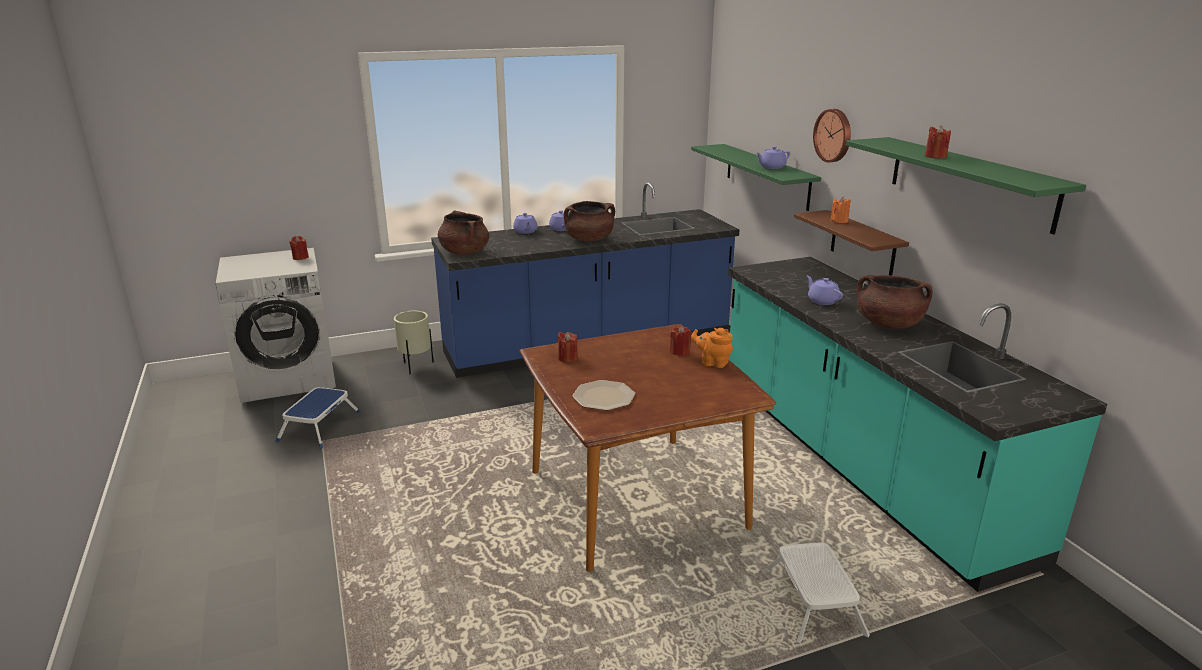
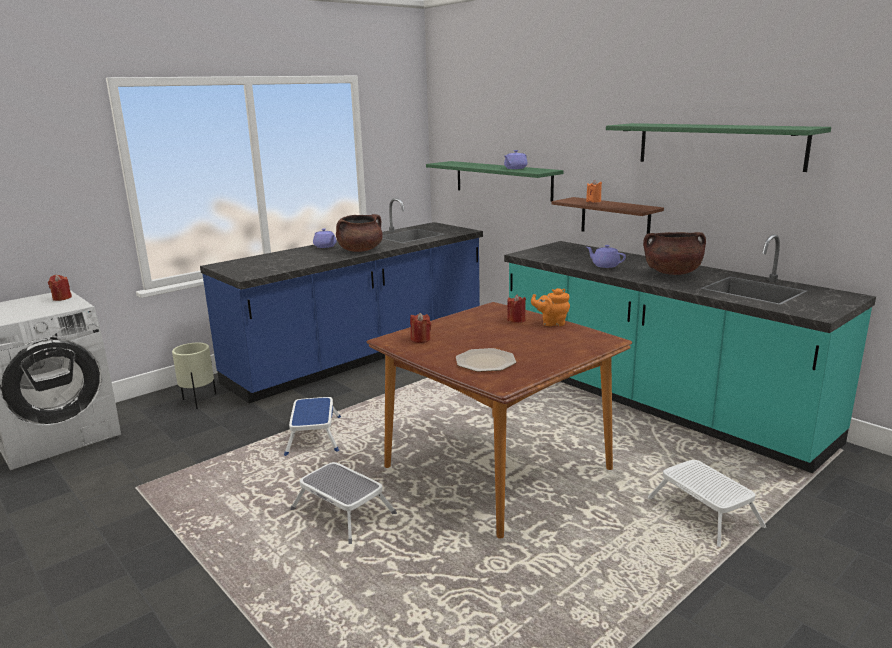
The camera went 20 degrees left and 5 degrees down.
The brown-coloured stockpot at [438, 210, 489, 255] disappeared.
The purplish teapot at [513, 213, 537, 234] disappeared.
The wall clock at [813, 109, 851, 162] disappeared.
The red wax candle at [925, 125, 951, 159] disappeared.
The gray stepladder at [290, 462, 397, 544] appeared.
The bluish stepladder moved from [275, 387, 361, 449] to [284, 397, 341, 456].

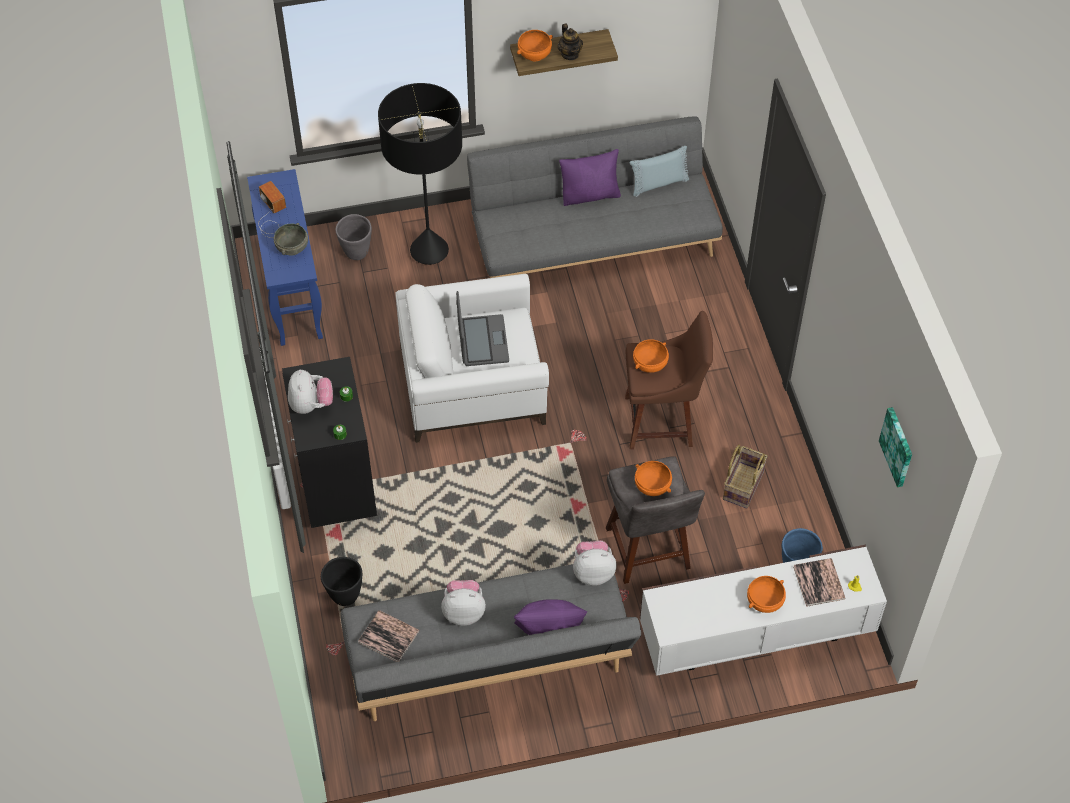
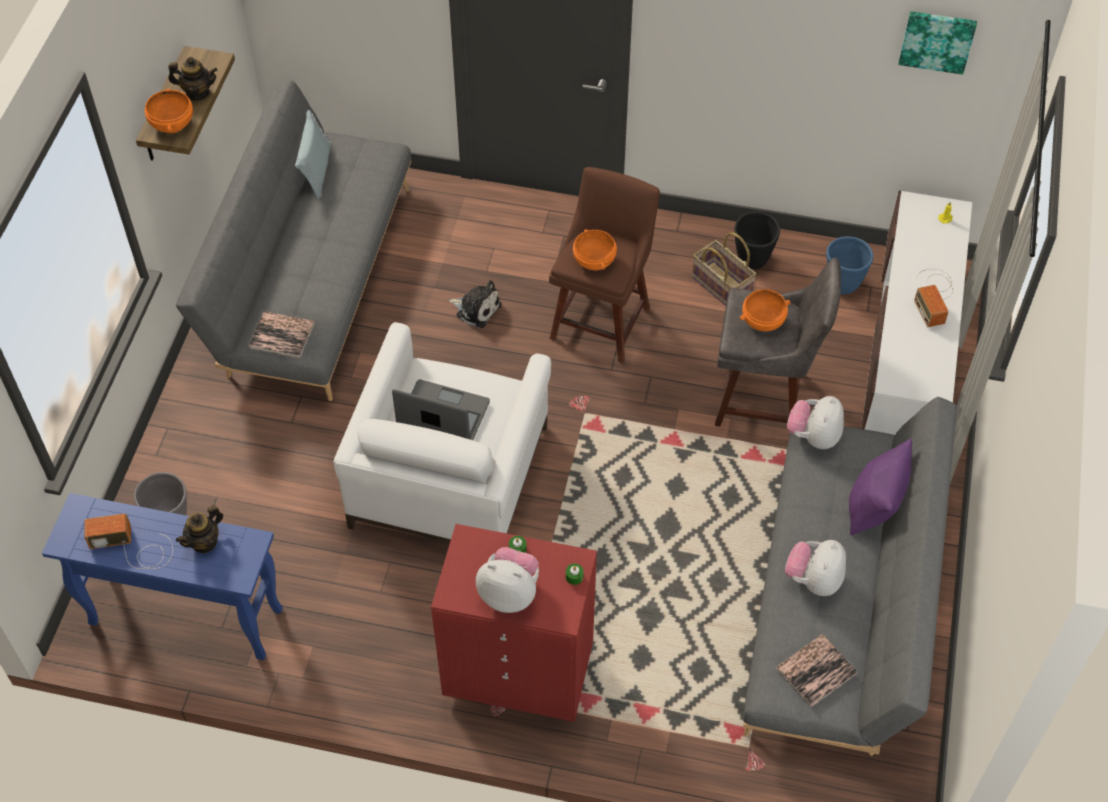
The camera went 65 degrees left and 0 degrees up.
The black floor lamp at [378, 83, 462, 265] disappeared.
The purplish cushion at [559, 149, 621, 206] disappeared.
The soft toy at [448, 280, 501, 328] appeared.
The black planter moved from [321, 557, 362, 606] to [734, 211, 780, 269].
The book moved from [793, 558, 846, 607] to [249, 311, 315, 358].
The gray bowl at [274, 223, 308, 255] was replaced by the teapot at [176, 505, 223, 554].
The orange bowl at [747, 576, 786, 613] was replaced by the radio set at [914, 269, 953, 327].
The black cupboard at [282, 357, 377, 528] became the red cupboard at [431, 524, 597, 722].

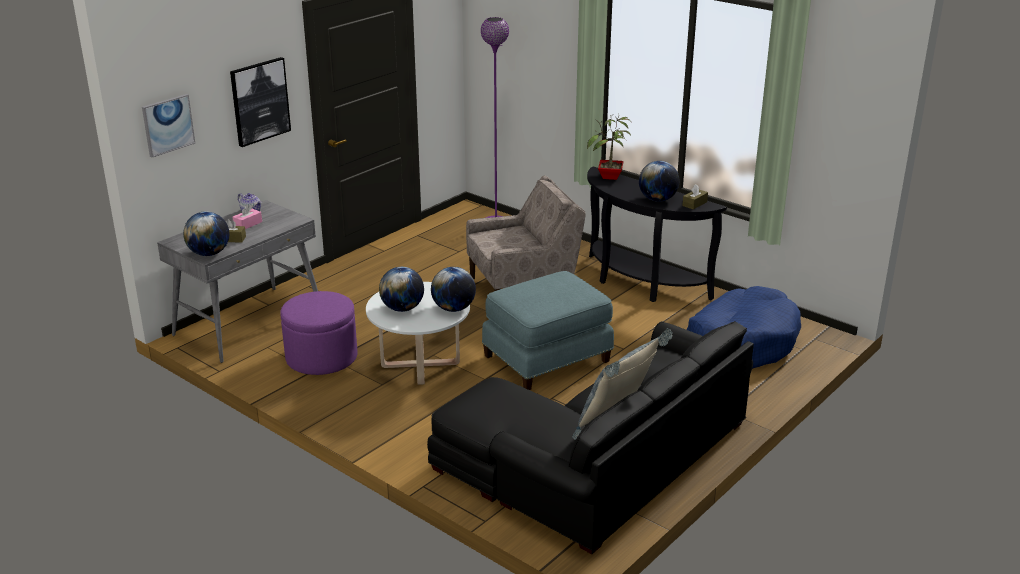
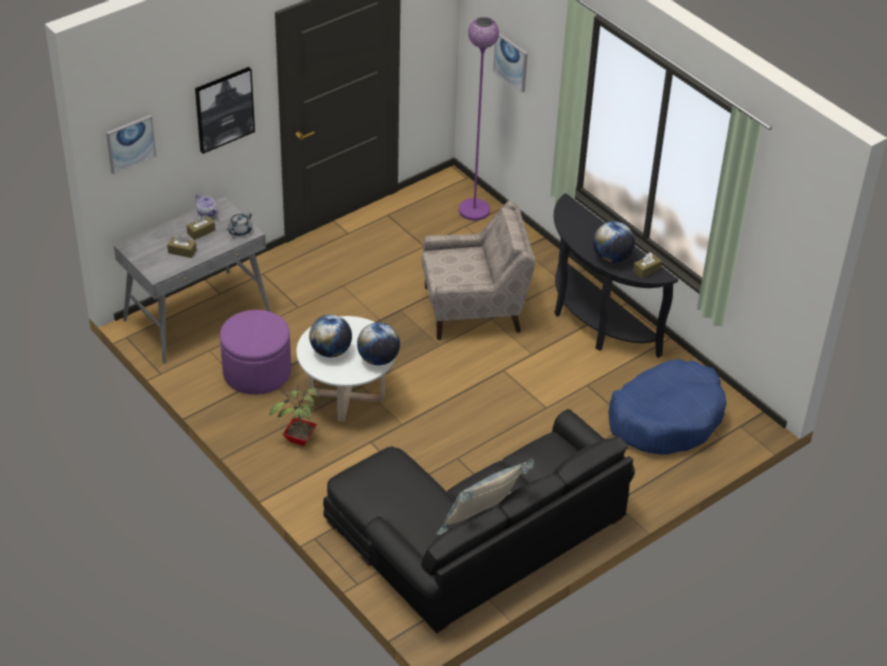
The camera went 10 degrees right and 15 degrees up.
The world globe at [183, 211, 229, 256] disappeared.
The bluish ottoman at [482, 271, 614, 390] disappeared.
The gray teapot at [227, 212, 252, 236] appeared.
The wall art at [493, 33, 528, 93] appeared.
The houseplant moved from [587, 115, 631, 180] to [269, 384, 319, 446].
The pinkish box of tissues at [232, 204, 262, 229] became the brown-coloured box of tissues at [187, 215, 215, 240].

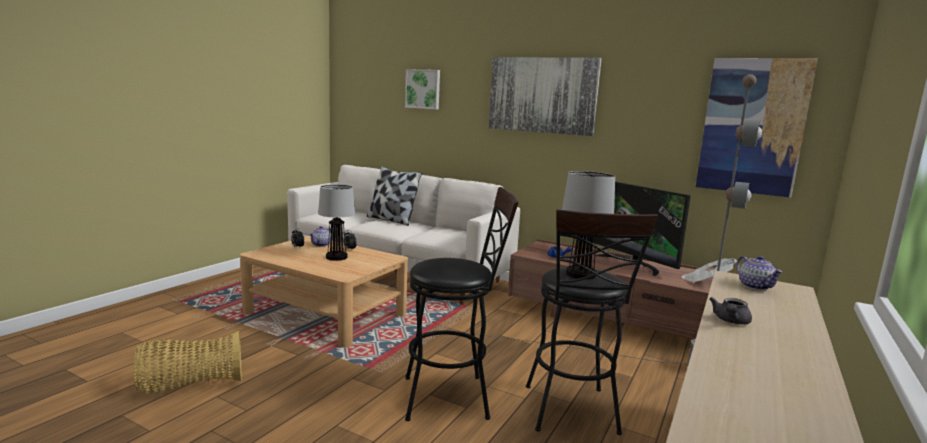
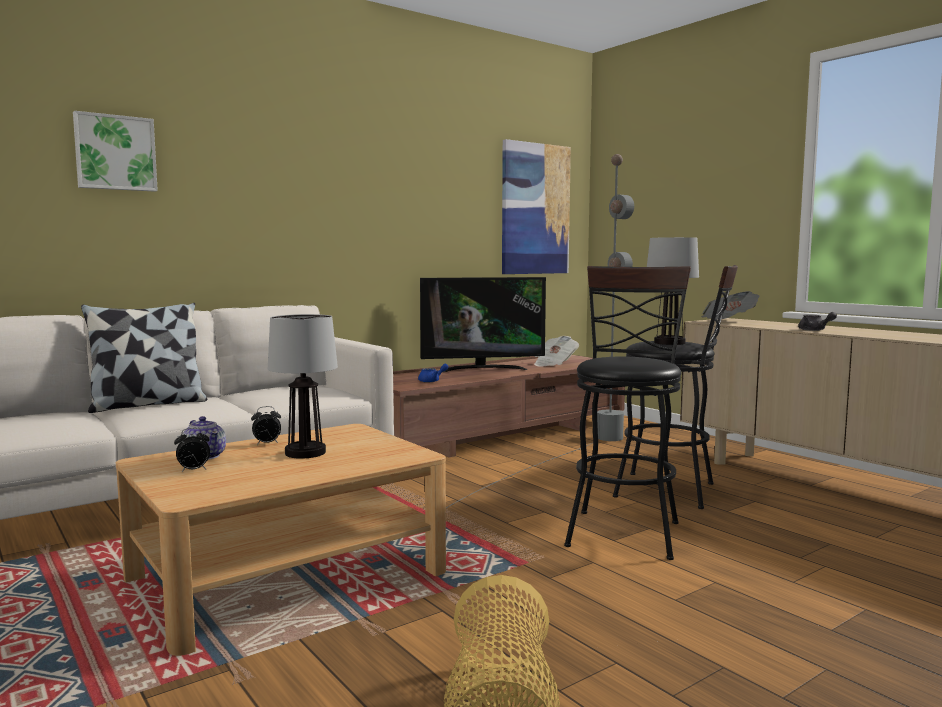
The camera went 65 degrees left and 5 degrees down.
The wall art at [489, 57, 602, 136] disappeared.
The teapot at [736, 255, 783, 290] was replaced by the printed paper at [701, 291, 760, 320].

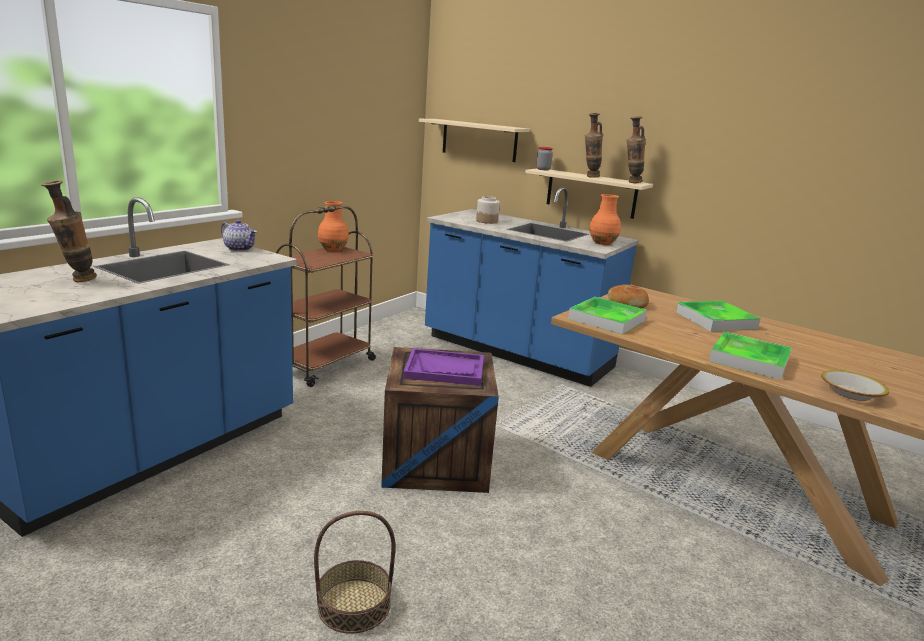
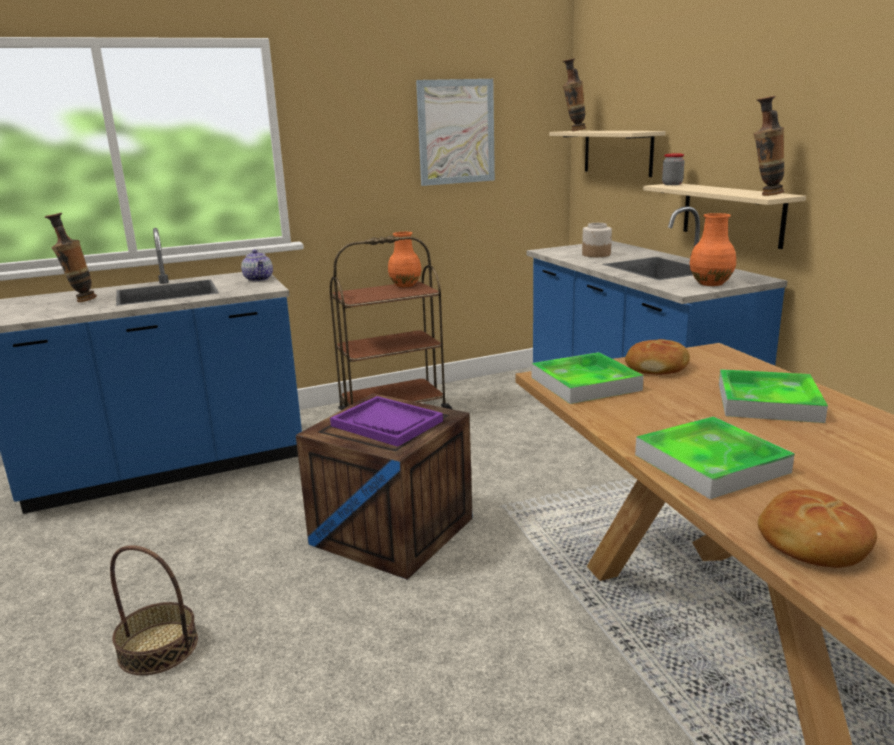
The camera went 35 degrees right and 0 degrees up.
The wall art at [416, 79, 495, 186] appeared.
The decorative vase moved from [585, 113, 603, 178] to [563, 58, 586, 131].
The bowl at [821, 370, 889, 401] was replaced by the bakery bread at [758, 490, 877, 568].

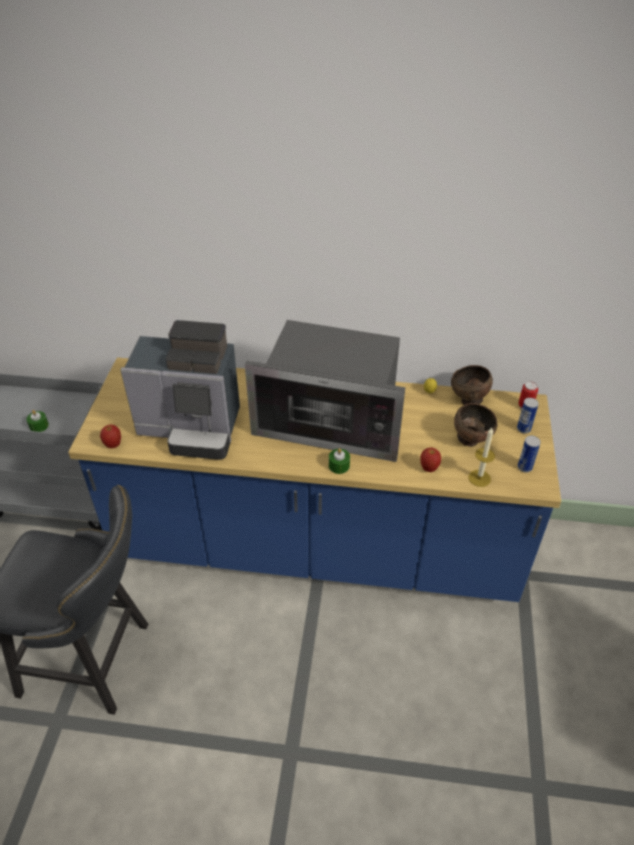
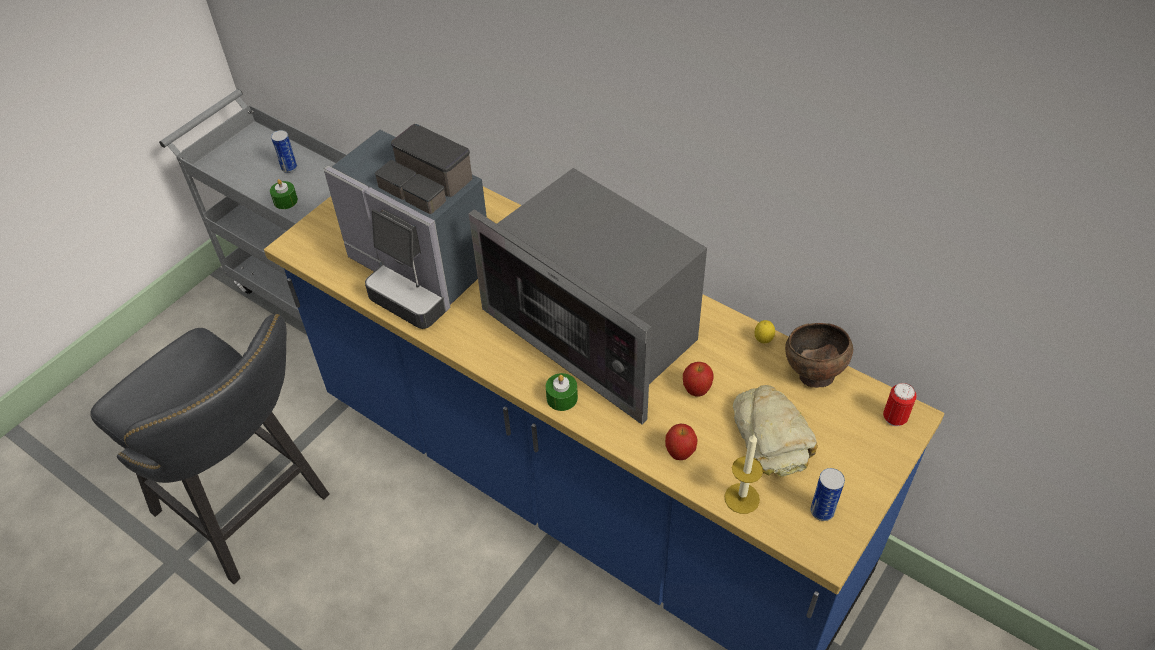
The camera went 30 degrees right and 5 degrees up.
The whole apple moved from [100, 425, 121, 448] to [683, 362, 713, 396].
The sealed can moved from [517, 398, 539, 434] to [271, 130, 297, 173].
The brown-coloured bowl at [454, 403, 497, 447] was replaced by the bakery bread at [733, 385, 818, 477].

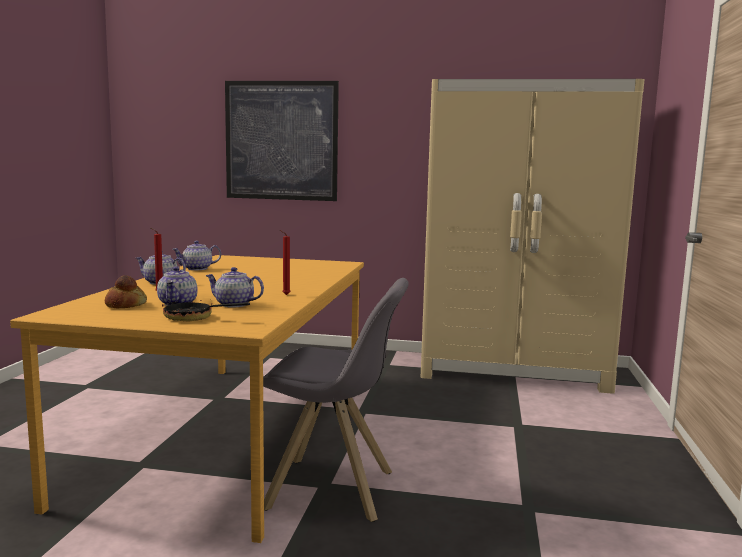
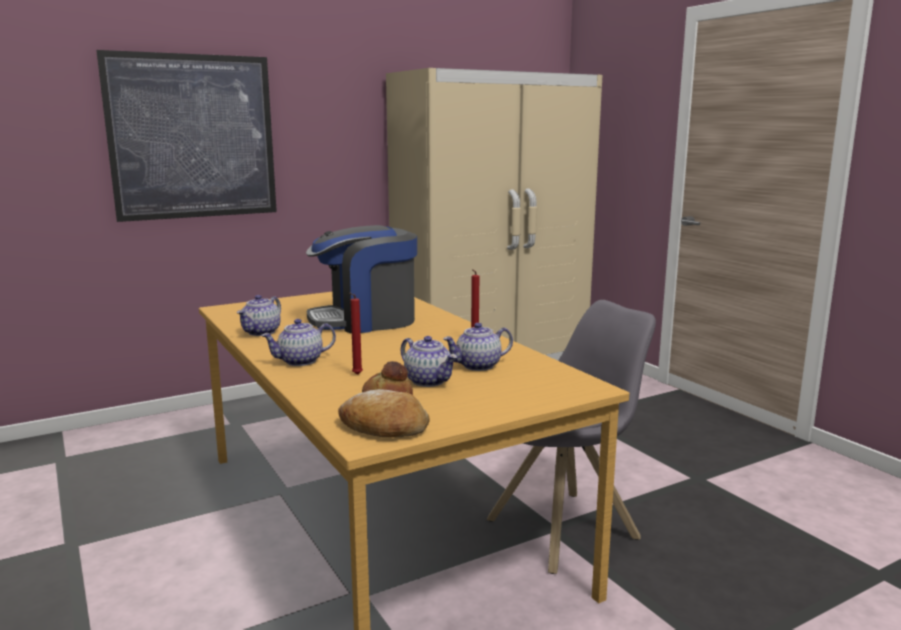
The camera went 40 degrees left and 5 degrees up.
The frying pan at [162, 293, 250, 321] disappeared.
The coffee maker at [306, 225, 417, 334] appeared.
The bakery bread at [338, 389, 429, 437] appeared.

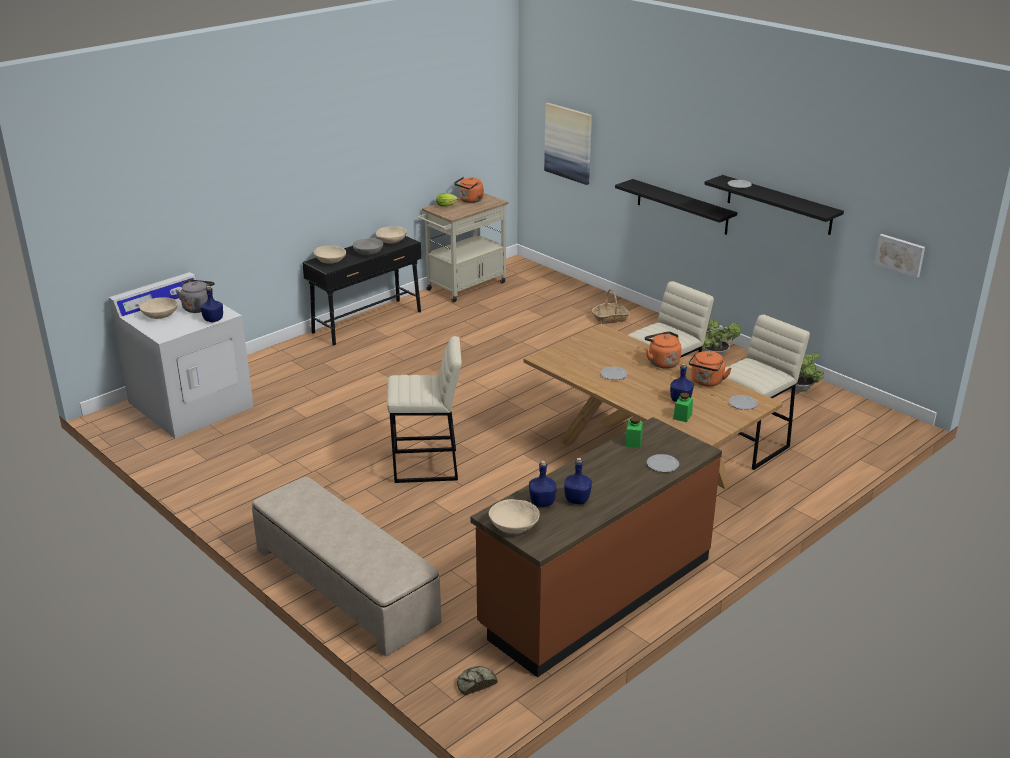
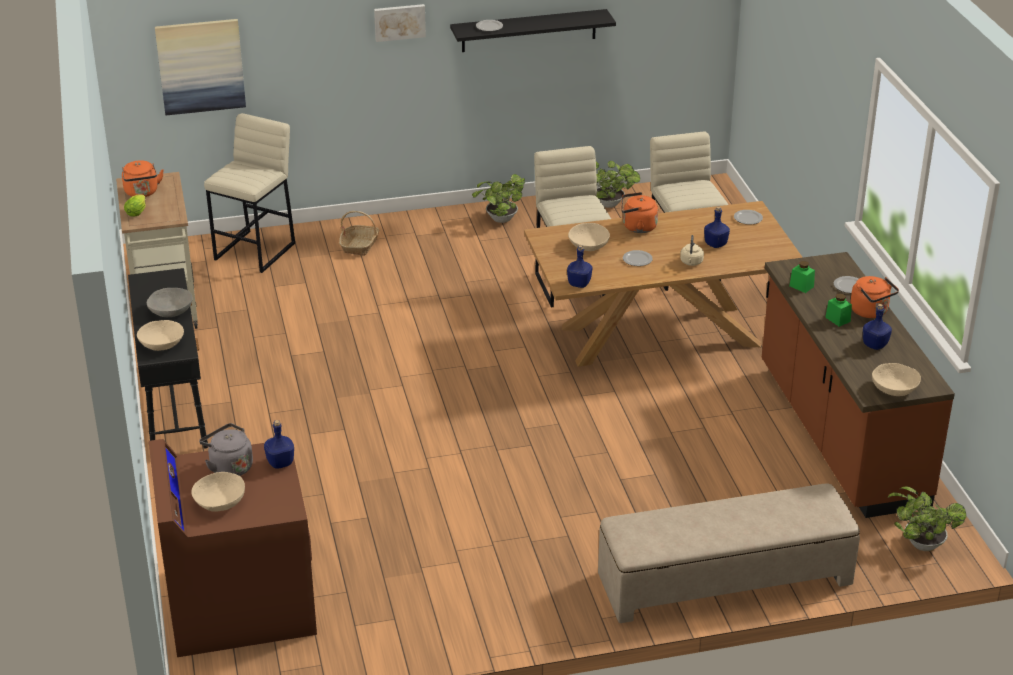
The camera went 60 degrees left and 5 degrees up.
The black shelf at [615, 179, 737, 235] disappeared.
The beige-coloured kettle at [680, 235, 704, 266] appeared.
The beige-coloured bowl moved from [376, 226, 407, 244] to [568, 223, 610, 251].
The beige-coloured stool seat moved from [387, 336, 462, 483] to [204, 113, 295, 273].
The bluish drink bottle moved from [529, 460, 556, 507] to [567, 245, 592, 288].
The greenish jar moved from [673, 393, 693, 422] to [825, 294, 852, 327].
The orange kettle moved from [689, 351, 732, 386] to [850, 276, 899, 318].
The wall art moved from [874, 234, 925, 278] to [374, 4, 426, 42].
The bakery bread at [457, 666, 498, 695] was replaced by the houseplant at [888, 486, 966, 551].
The white laundry appliance at [109, 272, 254, 439] became the brown-coloured laundry appliance at [149, 439, 317, 657].

